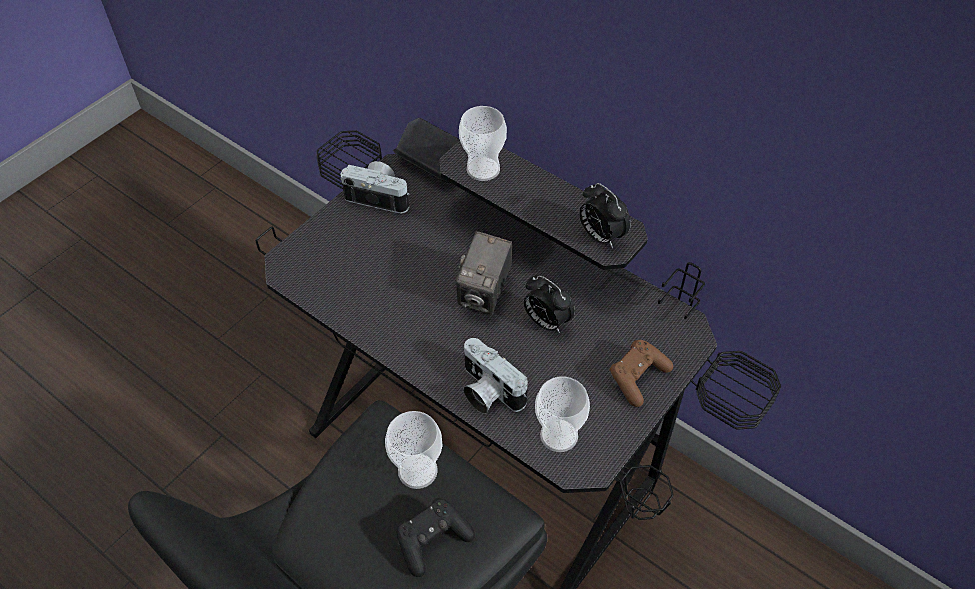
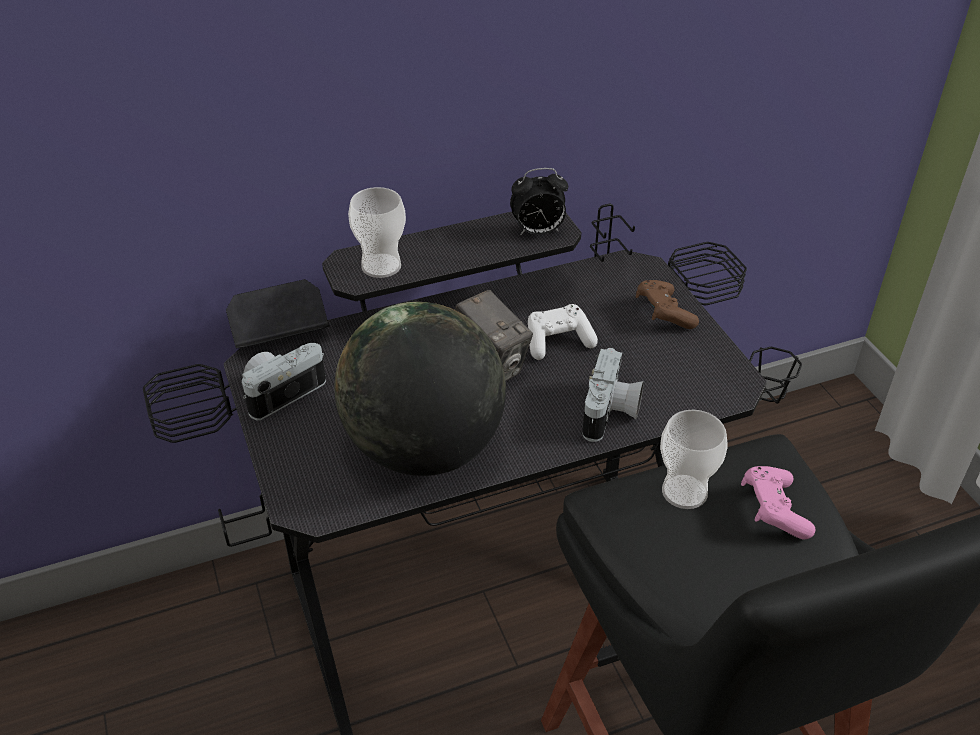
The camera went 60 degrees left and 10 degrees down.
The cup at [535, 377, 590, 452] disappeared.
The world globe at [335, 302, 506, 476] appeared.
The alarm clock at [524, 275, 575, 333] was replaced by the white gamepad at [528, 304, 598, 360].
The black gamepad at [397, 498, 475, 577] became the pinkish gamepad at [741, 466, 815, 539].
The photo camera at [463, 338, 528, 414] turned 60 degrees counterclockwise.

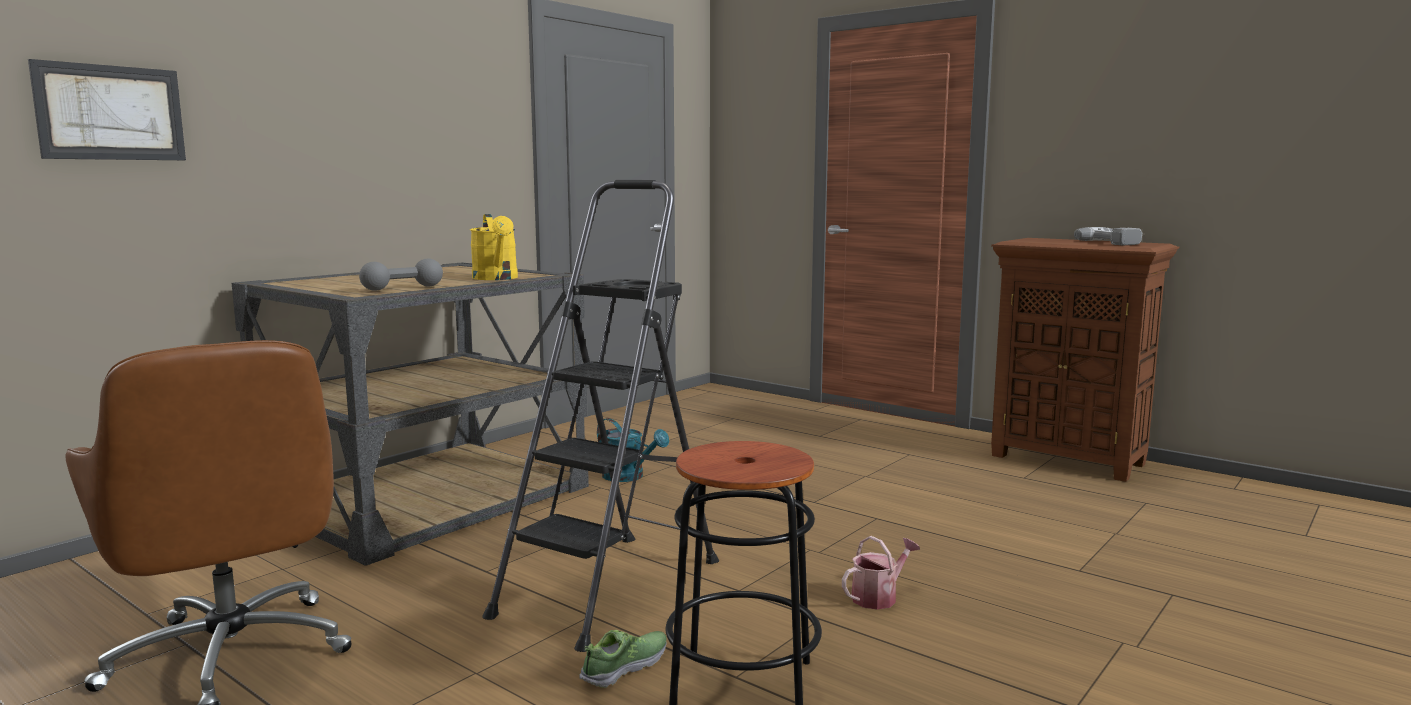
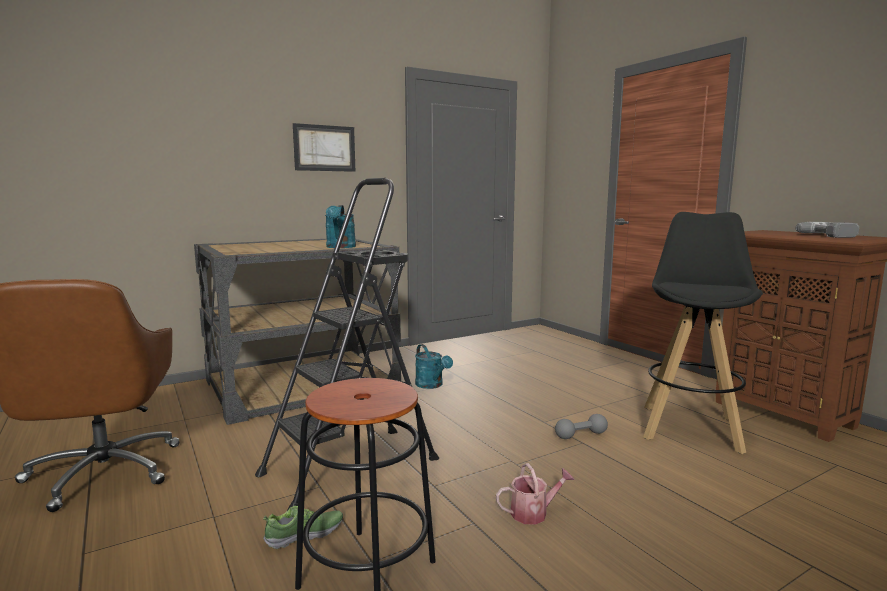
The camera went 20 degrees right and 0 degrees up.
The black stool seat at [643, 212, 763, 454] appeared.
The wall art moved from [28, 59, 186, 160] to [293, 123, 355, 172].
The gray hand weight moved from [359, 258, 443, 291] to [555, 414, 608, 439].
The yellowish watering pot at [470, 214, 518, 280] became the turquoise-coloured watering pot at [325, 205, 356, 248].

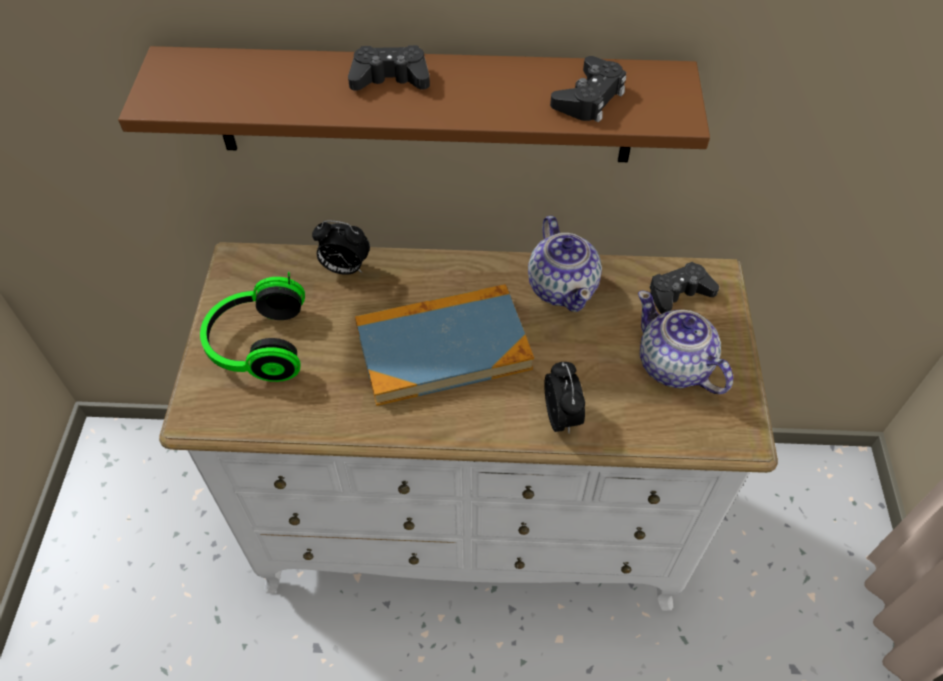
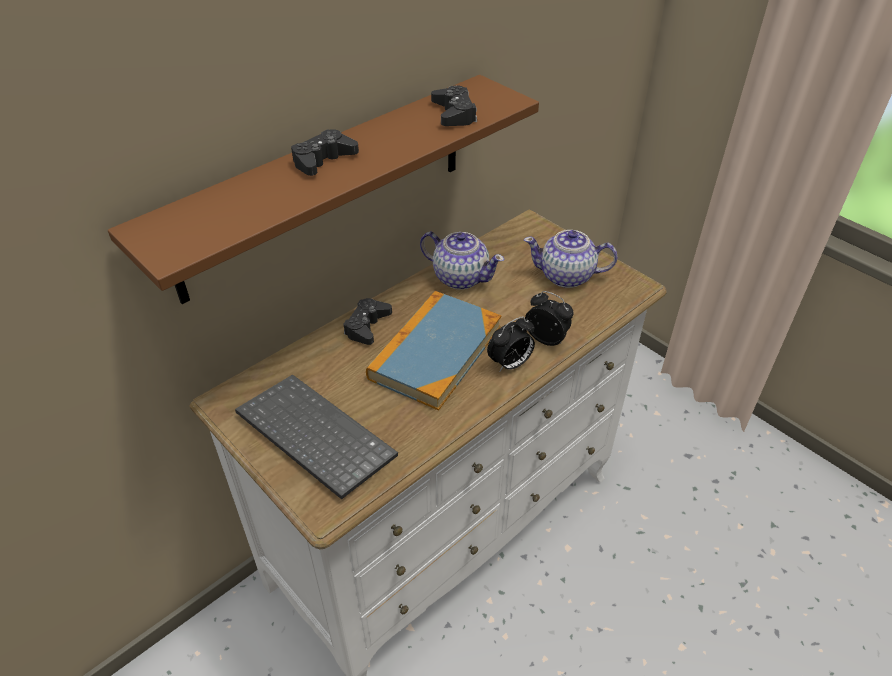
The camera went 45 degrees left and 10 degrees down.
The alarm clock moved from [312, 220, 370, 275] to [487, 317, 535, 372].
The black gamepad moved from [649, 262, 719, 314] to [343, 298, 392, 345].
The pair of headphones at [200, 272, 305, 382] was replaced by the keyboard at [235, 374, 398, 499].

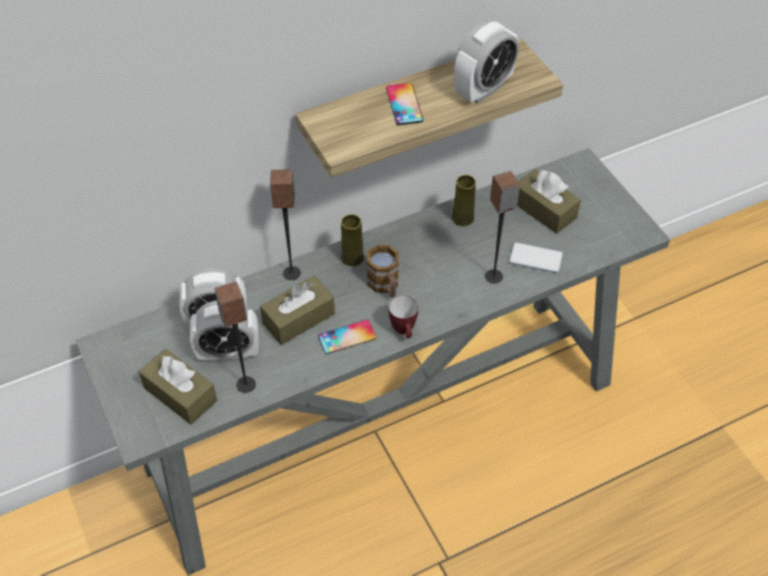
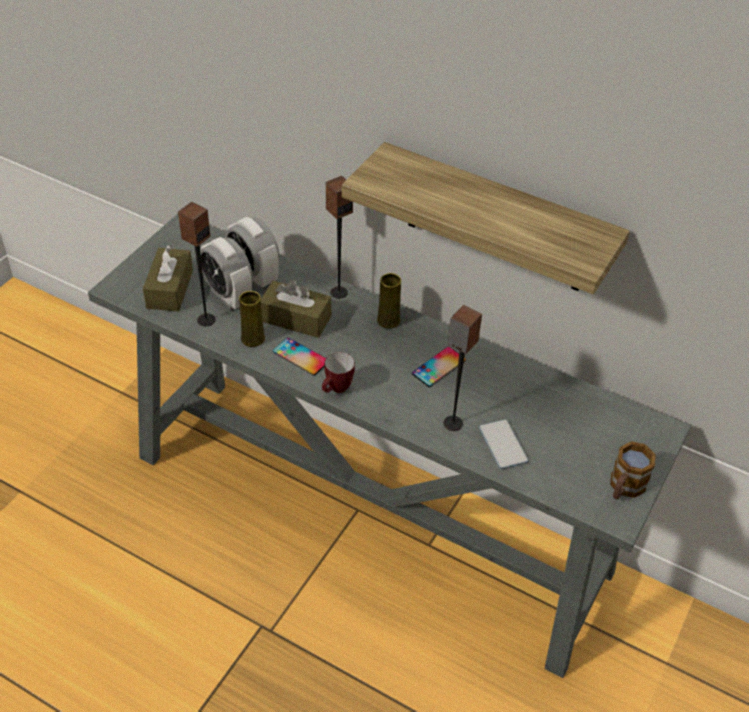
The camera went 55 degrees right and 5 degrees down.
The alarm clock at [454, 21, 519, 104] disappeared.
The brown-coloured box of tissues at [517, 169, 581, 234] disappeared.
The tea mug moved from [367, 245, 399, 297] to [610, 441, 656, 500].
The phone moved from [386, 83, 424, 125] to [412, 347, 466, 387].
The yellowish decorative vase moved from [452, 174, 476, 226] to [239, 291, 265, 347].

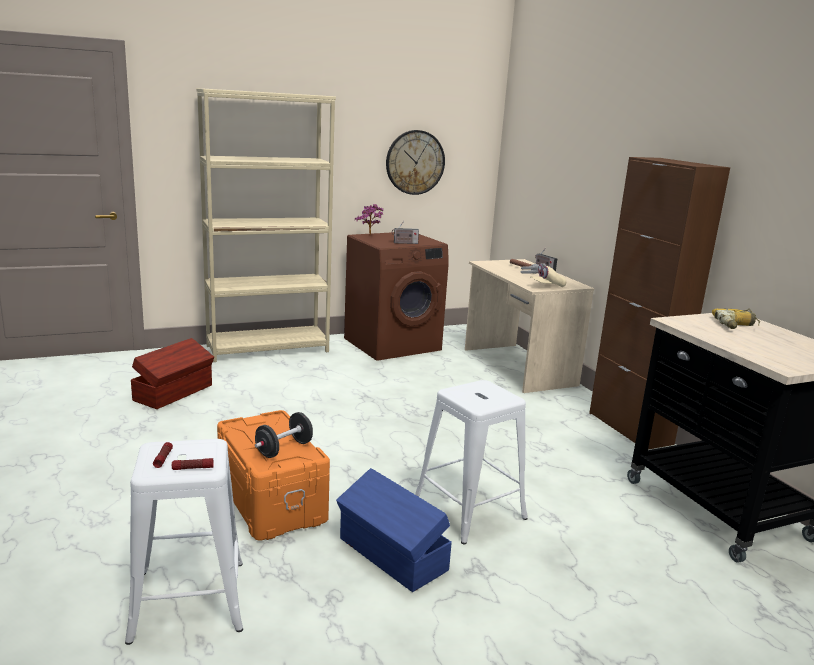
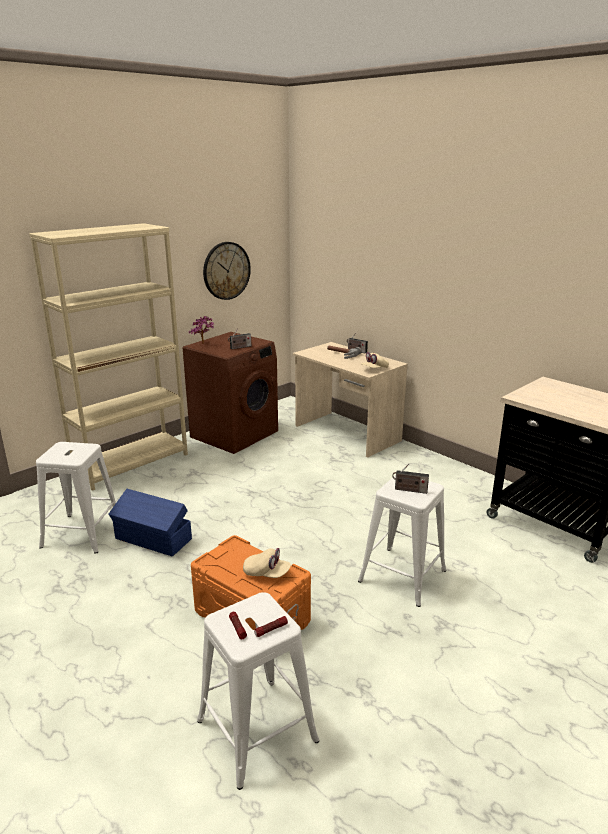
The camera went 20 degrees left and 5 degrees up.
The brown-coloured cupboard at [589, 157, 730, 449] disappeared.
The electric drill at [712, 308, 760, 329] disappeared.
The radio set at [392, 464, 429, 494] appeared.
The bluish storage bin moved from [336, 468, 452, 592] to [108, 489, 192, 557].
The brown-coloured storage bin at [131, 338, 214, 409] was replaced by the white stool seat at [36, 442, 116, 554].
The black hand weight at [255, 412, 313, 458] was replaced by the beige-coloured peaked cap at [243, 548, 291, 578].

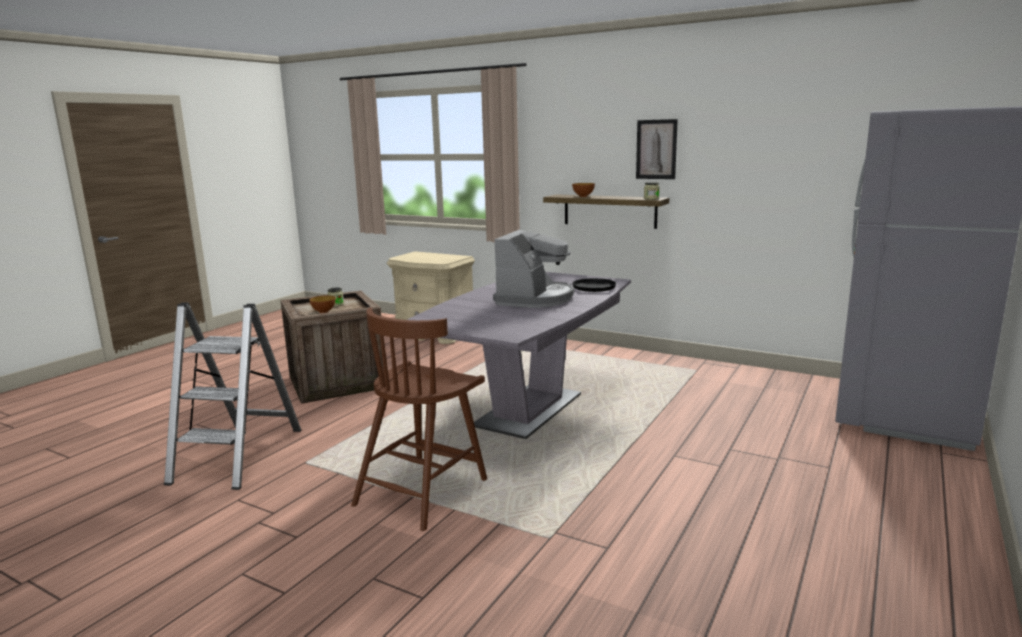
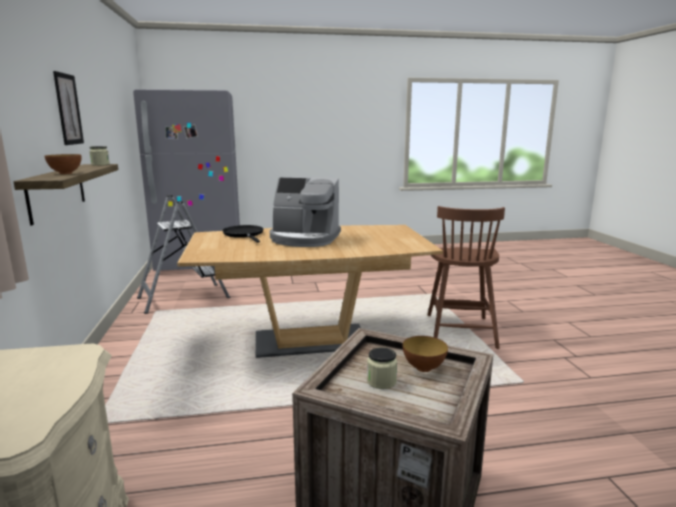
The camera went 130 degrees left and 0 degrees up.
The gray stepladder moved from [164, 303, 302, 490] to [137, 195, 231, 314].
The gray dinner table at [407, 272, 631, 439] became the brown-coloured dinner table at [177, 225, 443, 358].
The brown-coloured chair at [351, 307, 487, 531] turned 105 degrees clockwise.
The coffee maker at [493, 230, 574, 308] turned 150 degrees counterclockwise.

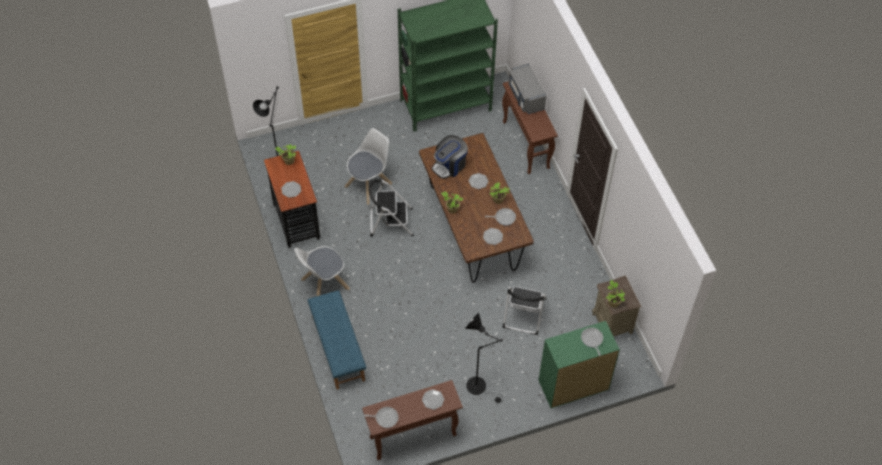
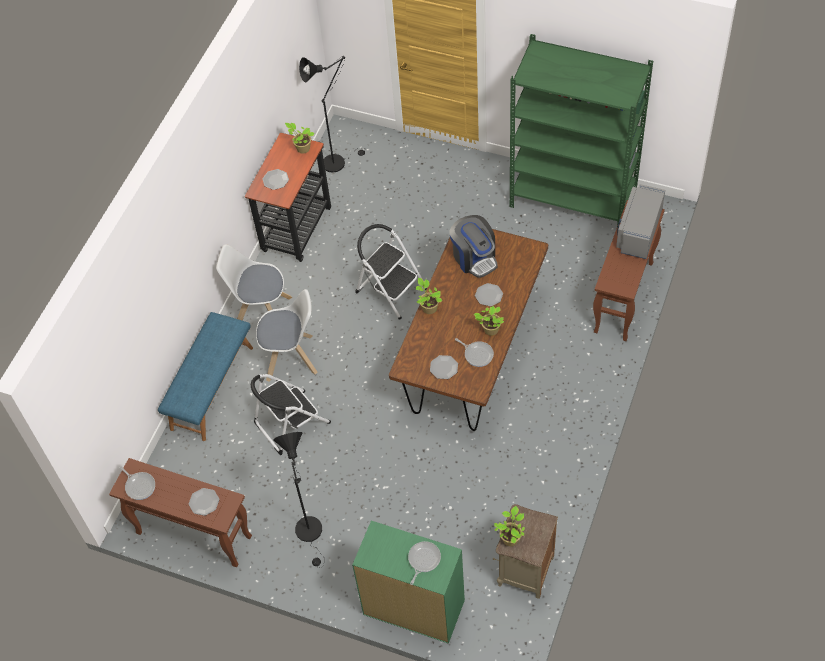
The camera went 45 degrees right and 0 degrees up.
The chair moved from [344, 128, 392, 205] to [256, 289, 318, 381].
The stepladder moved from [503, 287, 546, 335] to [251, 374, 331, 455].
The coffee maker at [432, 135, 468, 179] turned 120 degrees counterclockwise.

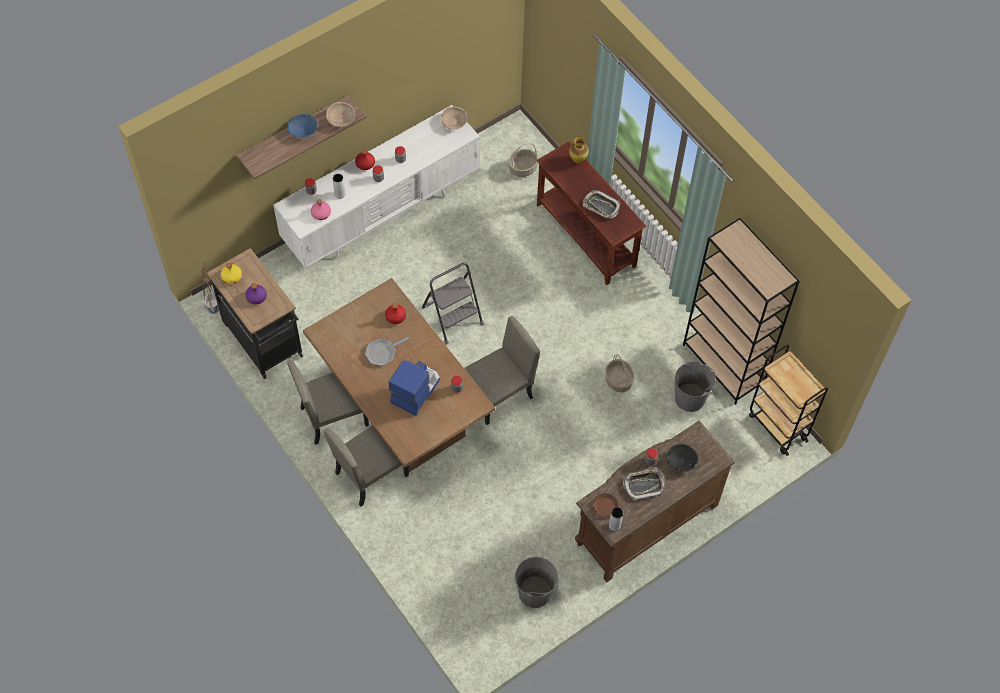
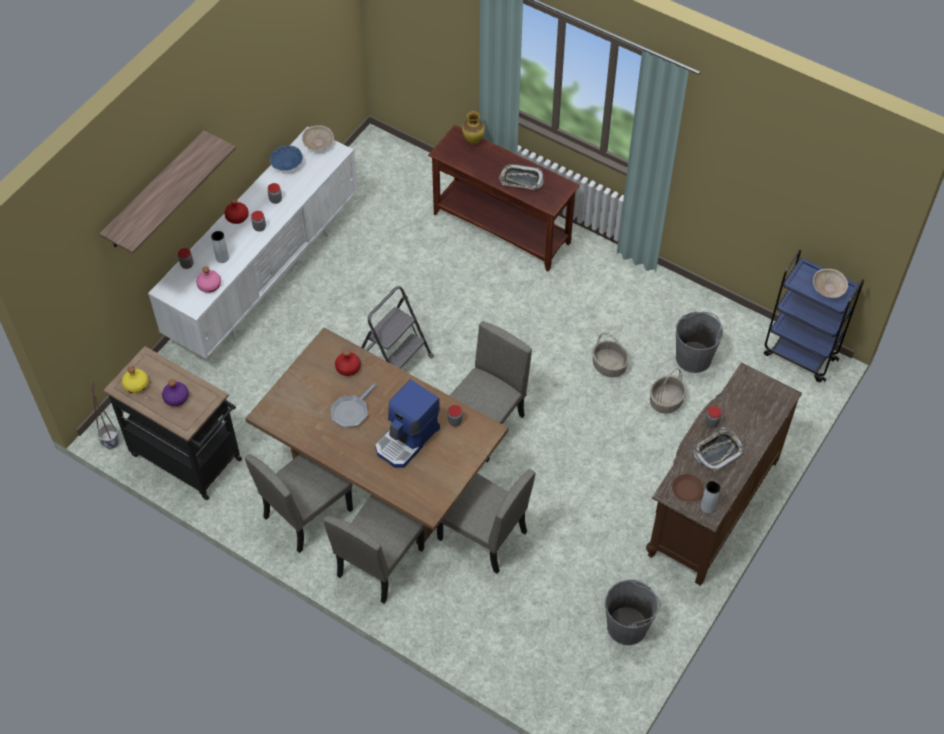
The camera went 20 degrees left and 5 degrees down.
The black bowl at [667, 444, 698, 472] disappeared.
The beige-coloured shelving unit at [683, 218, 800, 405] disappeared.
The beige-coloured chair at [437, 469, 535, 574] appeared.
The bluish bowl moved from [288, 114, 318, 138] to [270, 146, 303, 171].
The beige-coloured bowl moved from [326, 102, 355, 127] to [813, 269, 848, 298].
The household basket moved from [508, 143, 538, 177] to [650, 368, 687, 414].
The brown-coloured wheeled cart at [749, 344, 828, 456] became the bluish wheeled cart at [764, 250, 864, 382].
The coffee maker at [388, 360, 440, 416] turned 150 degrees counterclockwise.

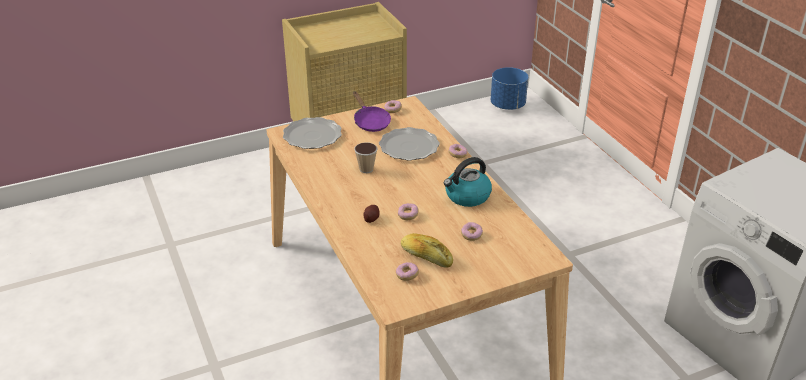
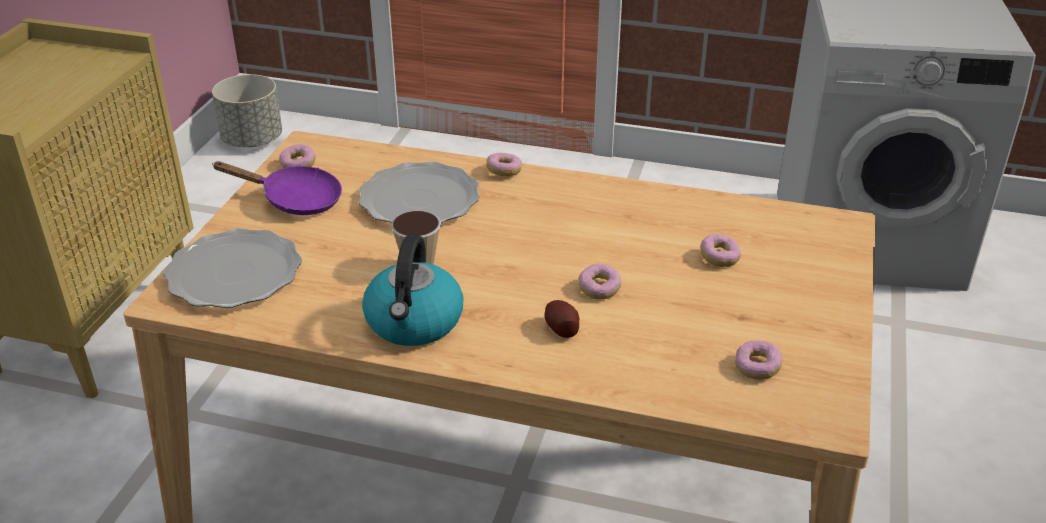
The camera went 50 degrees left and 0 degrees up.
The bakery bread at [401, 233, 453, 268] disappeared.
The kettle moved from [444, 157, 492, 207] to [362, 235, 463, 346].
The bluish planter at [491, 67, 528, 110] became the gray planter at [212, 74, 282, 147].

